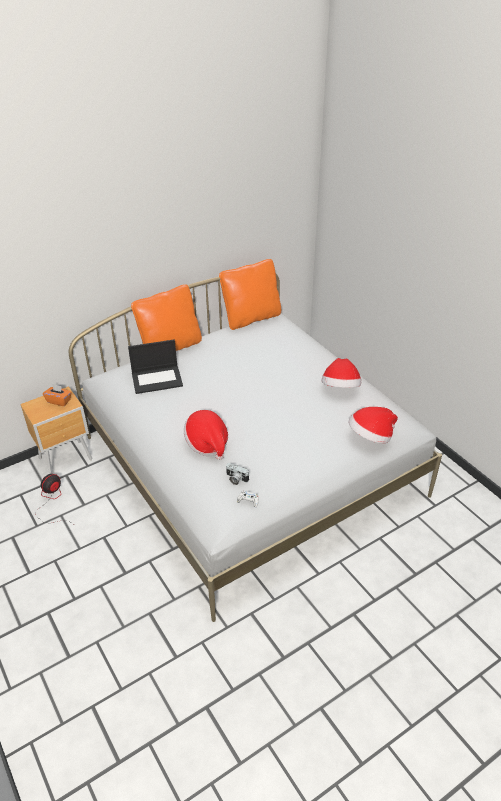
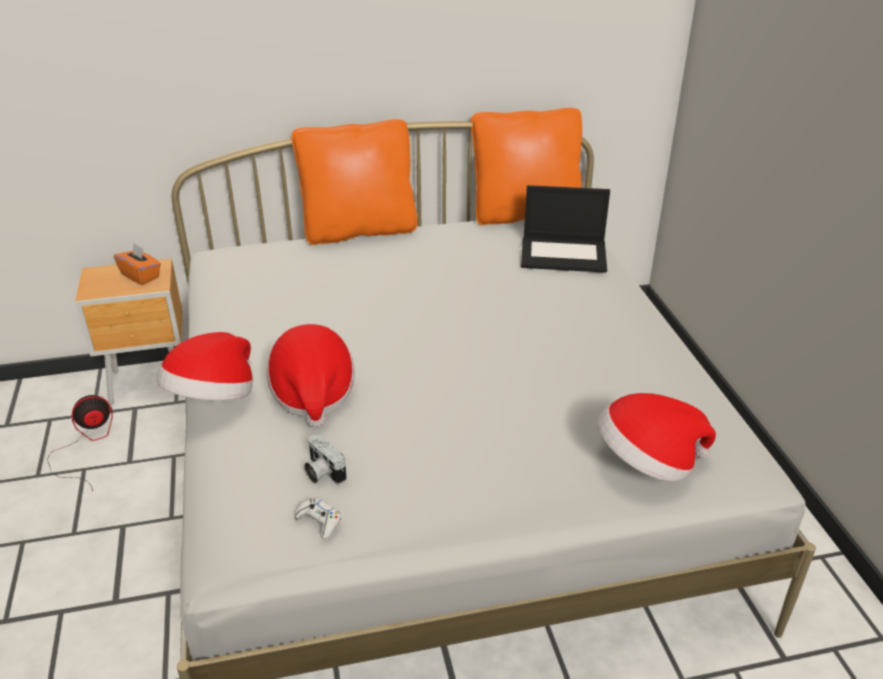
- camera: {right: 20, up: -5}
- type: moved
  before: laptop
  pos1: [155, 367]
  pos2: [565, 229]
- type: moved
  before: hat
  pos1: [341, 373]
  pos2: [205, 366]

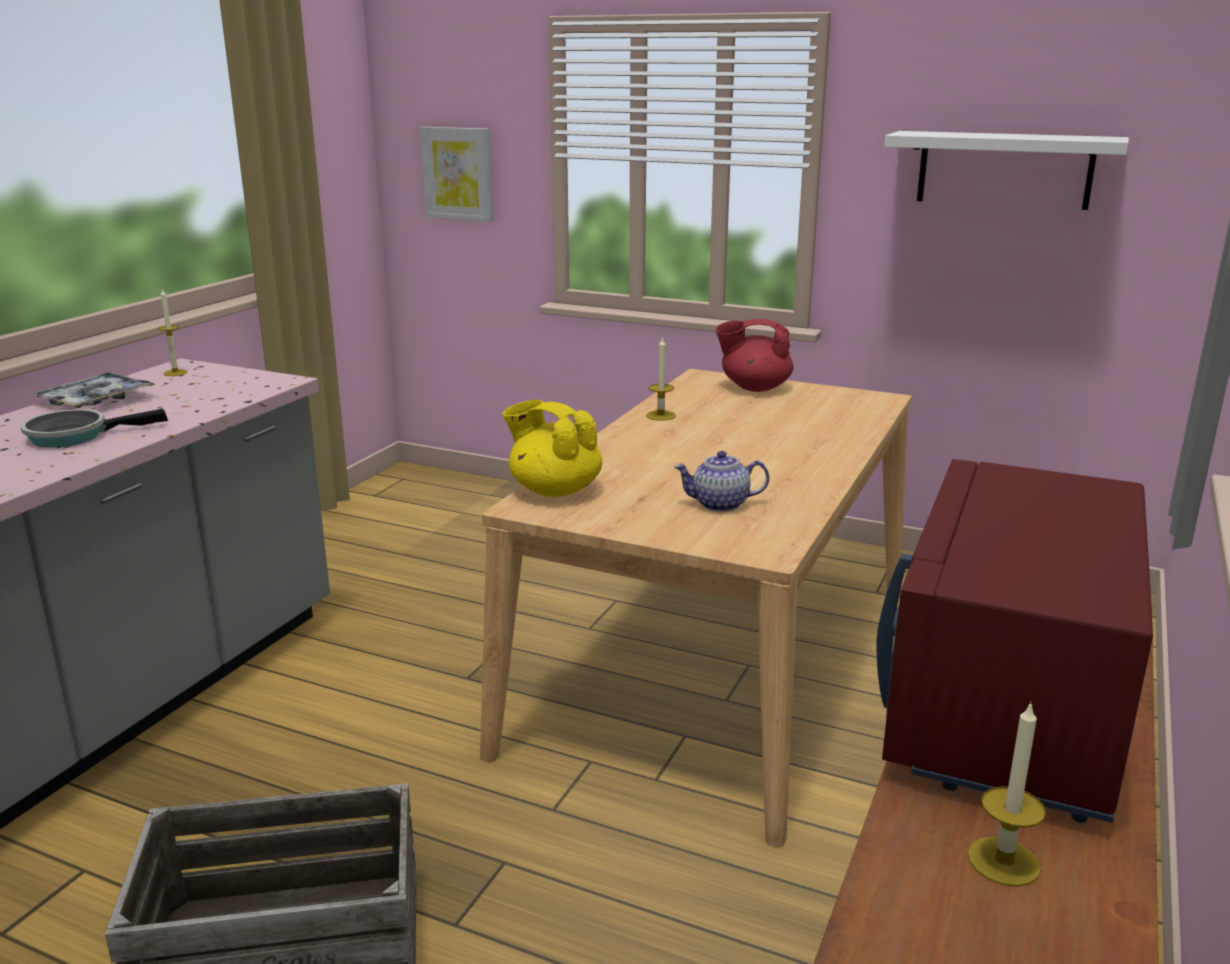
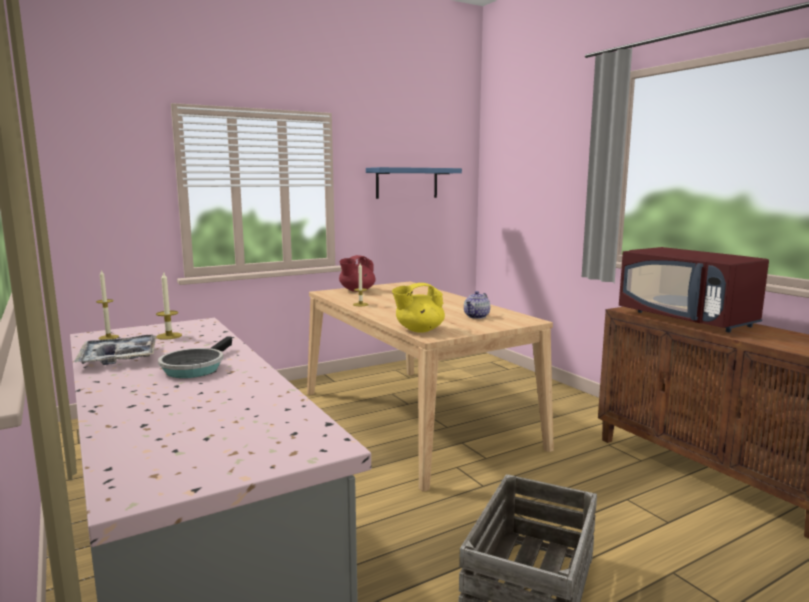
- camera: {right: -55, up: -10}
- type: removed
  before: picture
  pos1: [456, 174]
- type: recoloured
  before: white shelf
  after: blue shelf
  pos1: [1006, 170]
  pos2: [414, 183]
- type: moved
  before: candle
  pos1: [1007, 794]
  pos2: [169, 305]

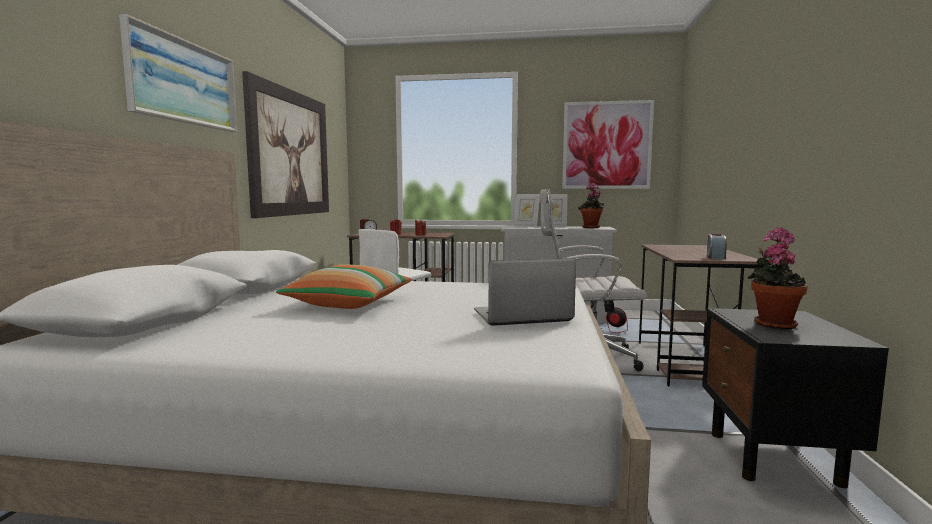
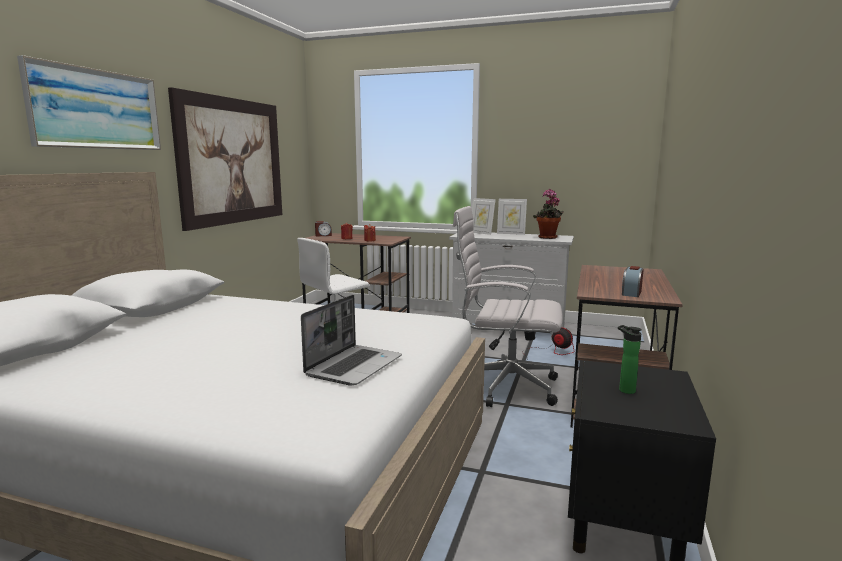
- camera: {right: 10, up: 5}
- type: removed
  before: pillow
  pos1: [344, 286]
- type: turned
  before: laptop
  pos1: [525, 292]
  pos2: [351, 340]
  turn: 120
- type: removed
  before: picture
  pos1: [608, 144]
- type: replaced
  before: potted plant
  after: bottle
  pos1: [778, 278]
  pos2: [630, 359]

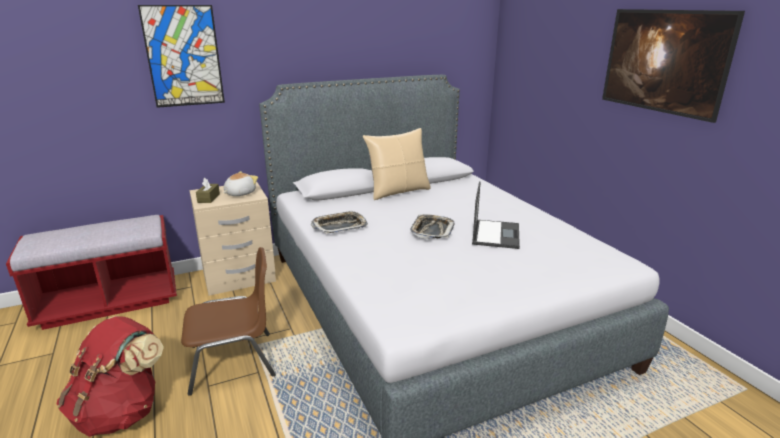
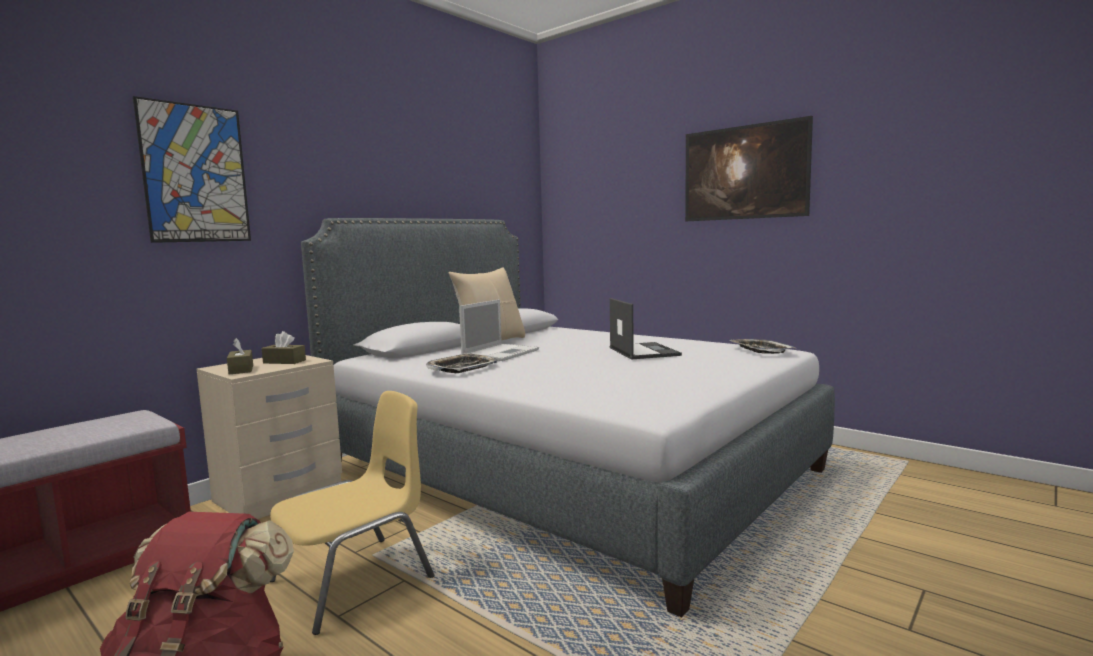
- camera: {right: -25, up: -15}
- type: recoloured
  before: brown chair
  after: yellow chair
  pos1: [228, 321]
  pos2: [352, 513]
- type: replaced
  before: plush toy
  after: brown tissue box
  pos1: [240, 183]
  pos2: [284, 347]
- type: moved
  before: tray
  pos1: [432, 226]
  pos2: [762, 346]
- type: added
  after: laptop
  pos2: [499, 330]

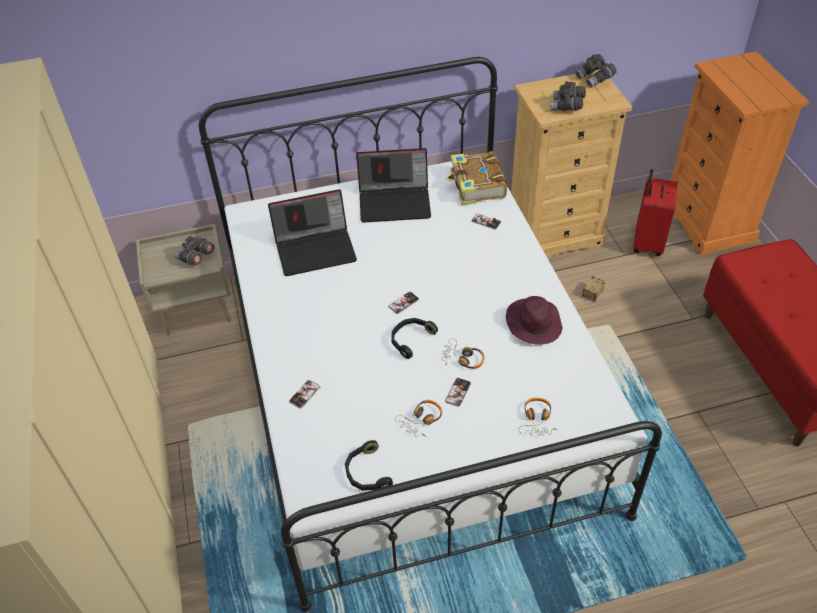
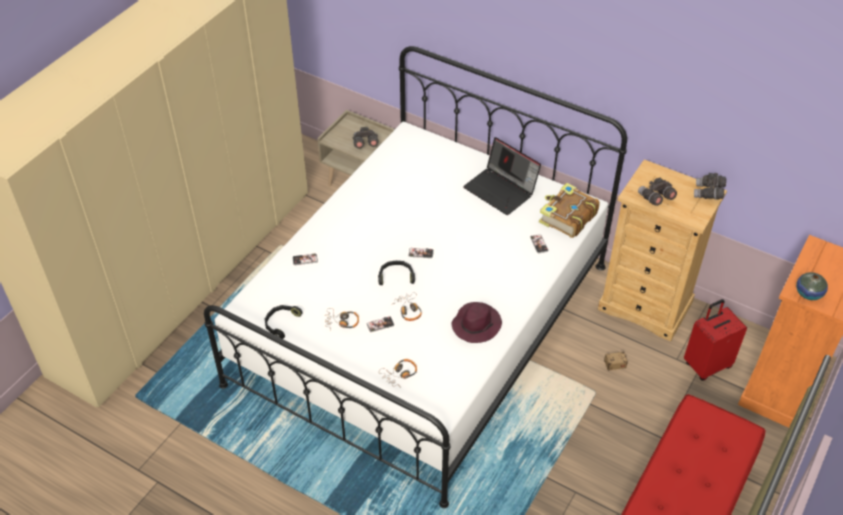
- camera: {right: 45, up: 0}
- type: removed
  before: laptop
  pos1: [312, 232]
- type: added
  after: vase
  pos2: [812, 286]

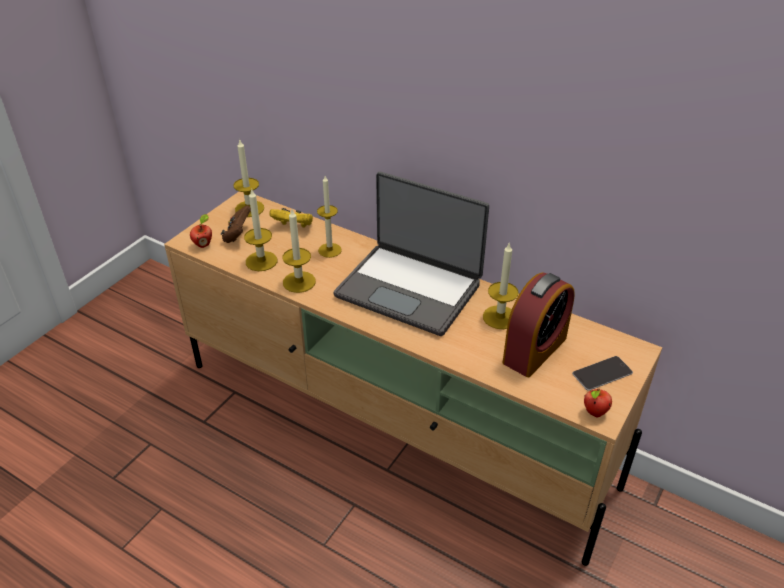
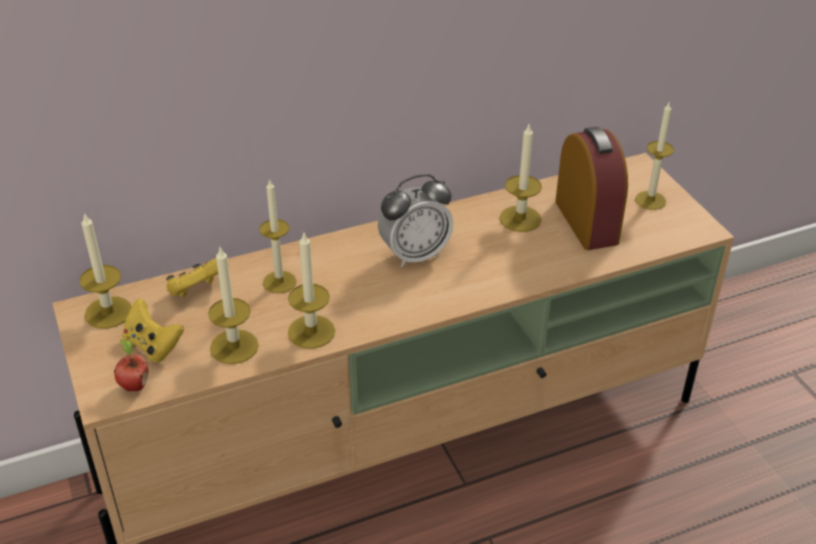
- camera: {right: -55, up: 0}
- type: recoloured
  before: brown game controller
  after: yellow game controller
  pos1: [236, 224]
  pos2: [153, 330]
- type: replaced
  before: laptop
  after: alarm clock
  pos1: [411, 254]
  pos2: [415, 220]
- type: replaced
  before: phone
  after: candle
  pos1: [602, 373]
  pos2: [654, 156]
- type: removed
  before: apple
  pos1: [598, 402]

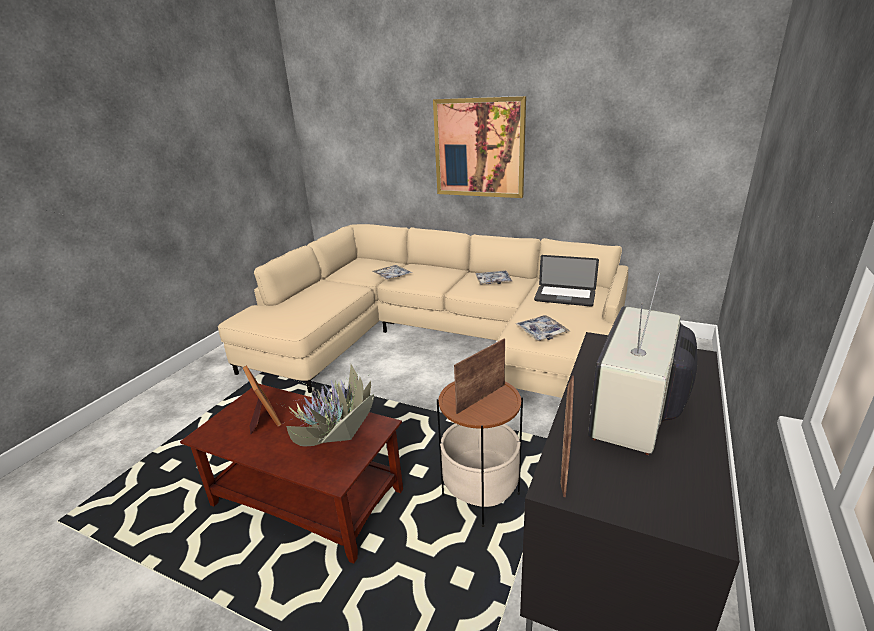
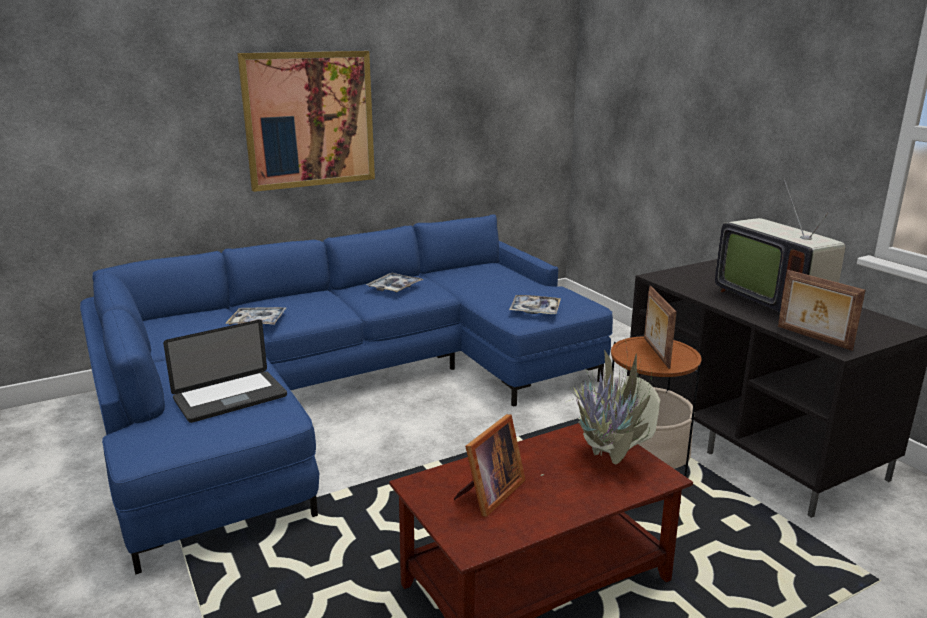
- camera: {right: -55, up: -5}
- type: recoloured
  before: beige sofa
  after: blue sofa
  pos1: [422, 311]
  pos2: [346, 394]
- type: turned
  before: picture frame
  pos1: [262, 400]
  pos2: [489, 465]
  turn: 120
- type: moved
  before: laptop
  pos1: [566, 280]
  pos2: [225, 371]

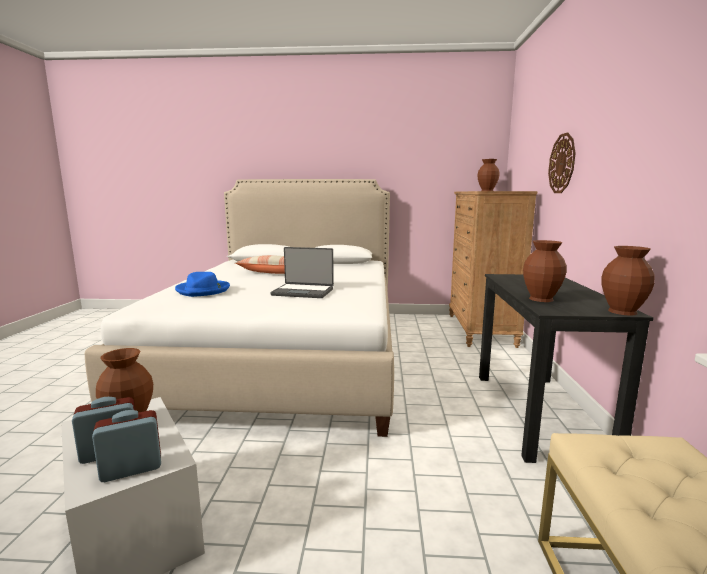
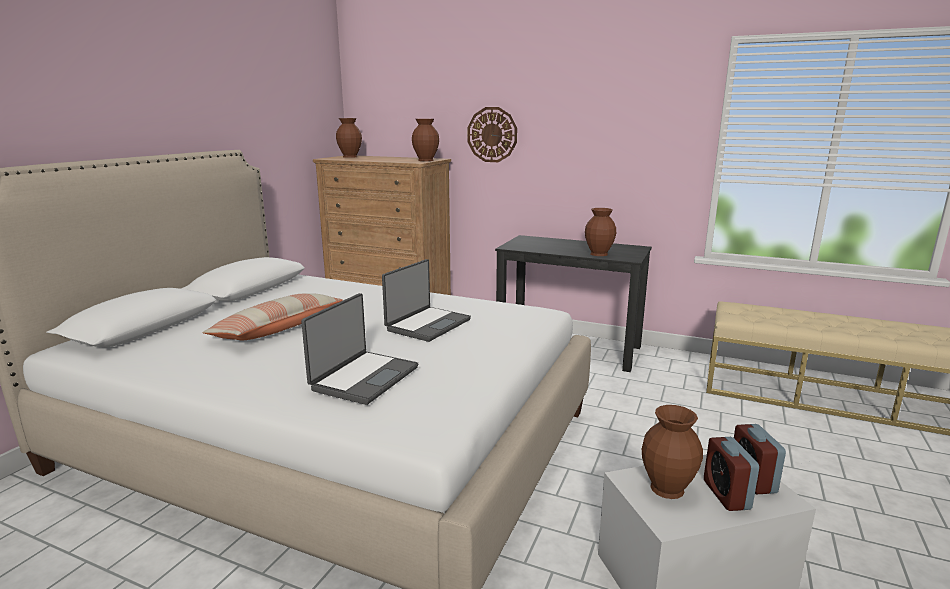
- camera: {right: -70, up: 5}
- type: replaced
  before: blue hat
  after: laptop
  pos1: [202, 284]
  pos2: [359, 349]
- type: moved
  before: brown vase
  pos1: [628, 281]
  pos2: [425, 140]

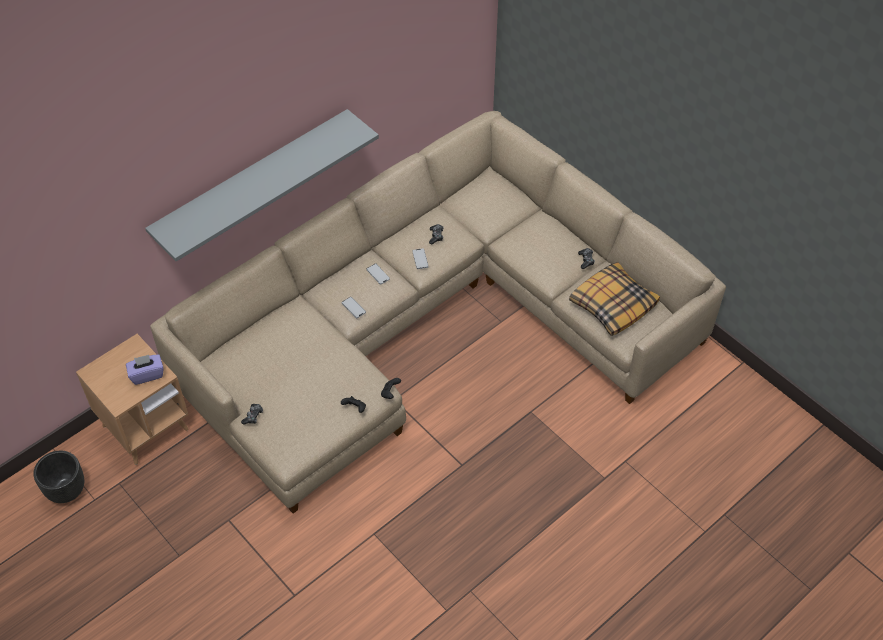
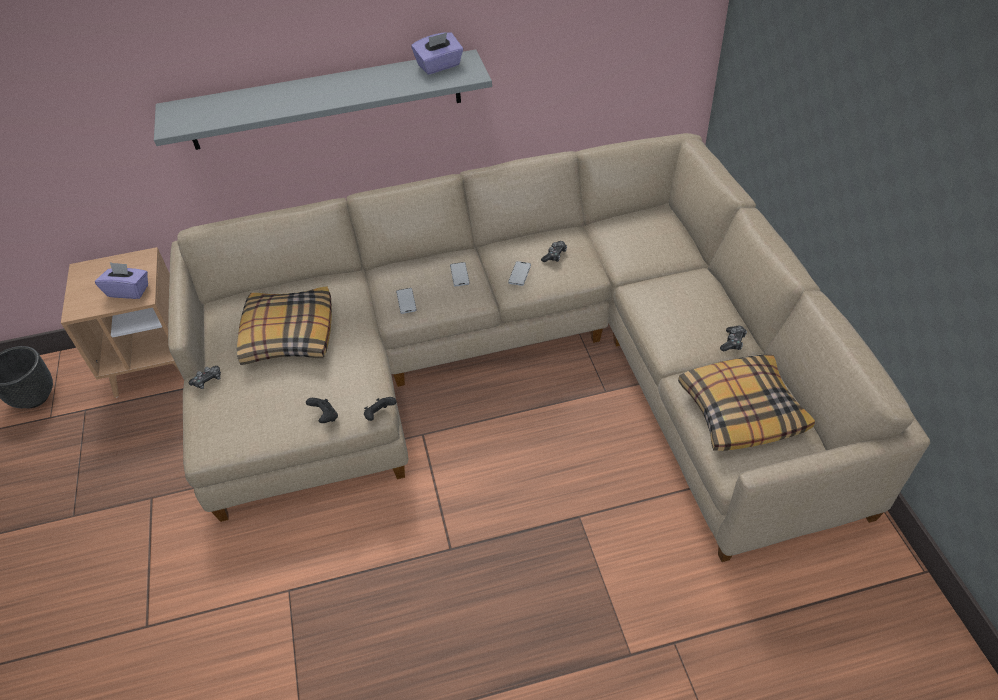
- camera: {right: 30, up: -5}
- type: added
  after: pillow
  pos2: [284, 325]
- type: added
  after: purple tissue box
  pos2: [437, 53]

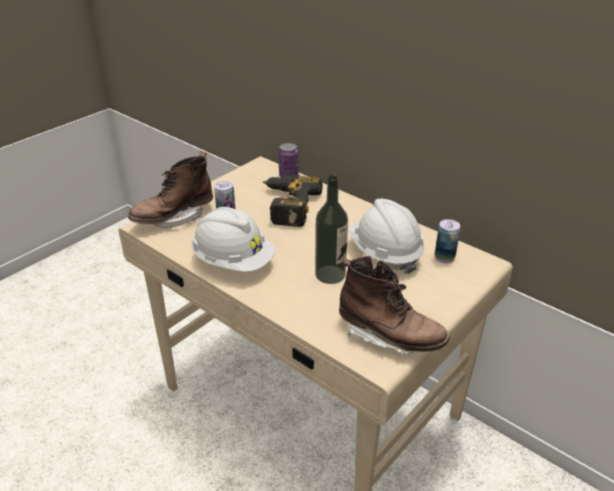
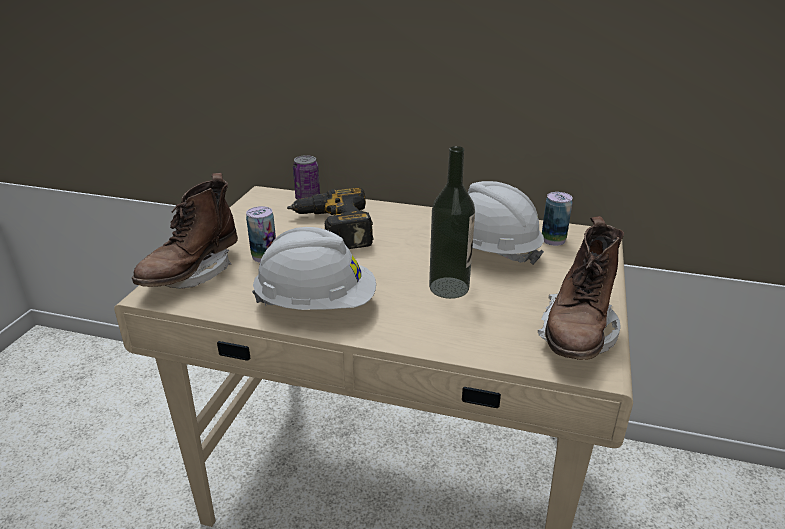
- camera: {right: -25, up: -5}
- type: turned
  before: brown boot
  pos1: [394, 305]
  pos2: [581, 288]
  turn: 105

